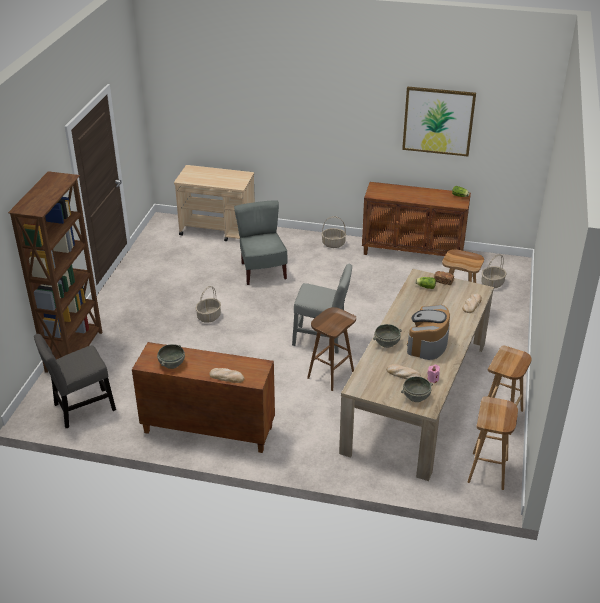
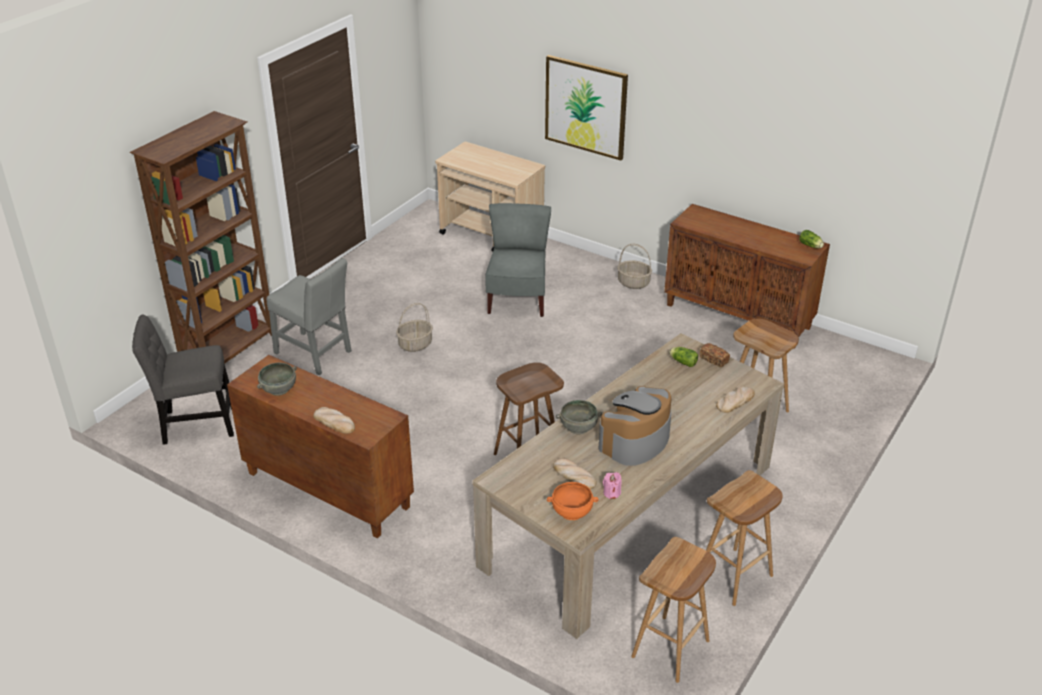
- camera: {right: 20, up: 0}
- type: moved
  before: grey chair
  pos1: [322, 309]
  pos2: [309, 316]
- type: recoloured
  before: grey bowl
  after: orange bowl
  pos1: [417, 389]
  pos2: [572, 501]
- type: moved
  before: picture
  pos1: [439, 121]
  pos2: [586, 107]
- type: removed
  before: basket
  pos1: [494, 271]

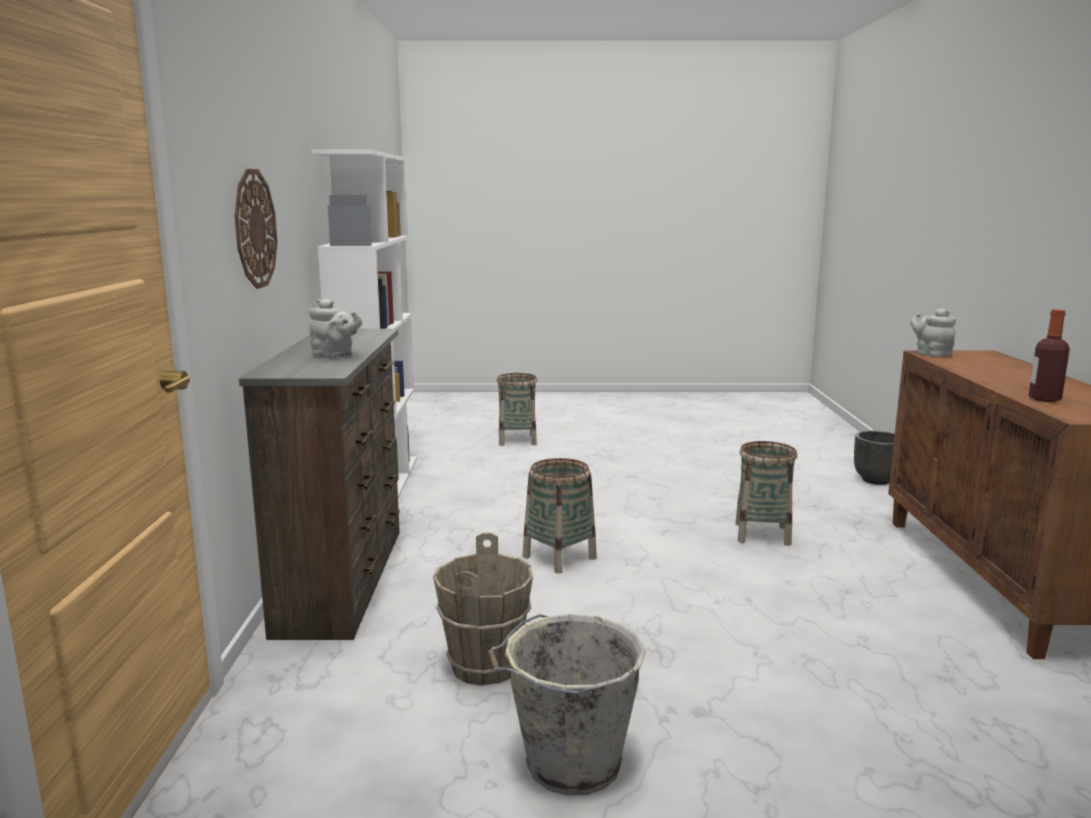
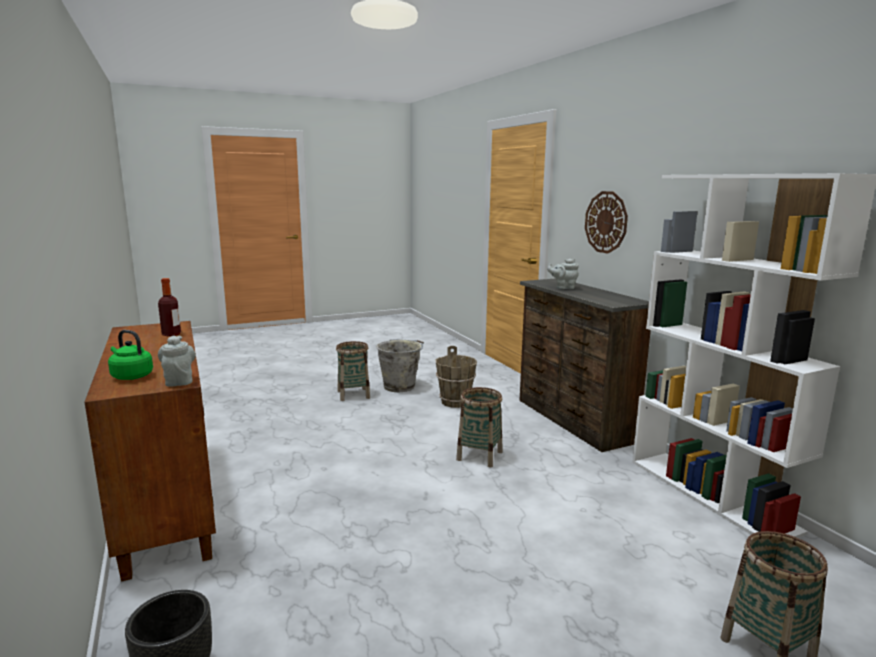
- camera: {right: 155, up: 0}
- type: moved
  before: basket
  pos1: [766, 493]
  pos2: [353, 371]
- type: turned
  before: grey teapot
  pos1: [933, 332]
  pos2: [177, 361]
  turn: -150
- type: added
  after: green kettle
  pos2: [130, 355]

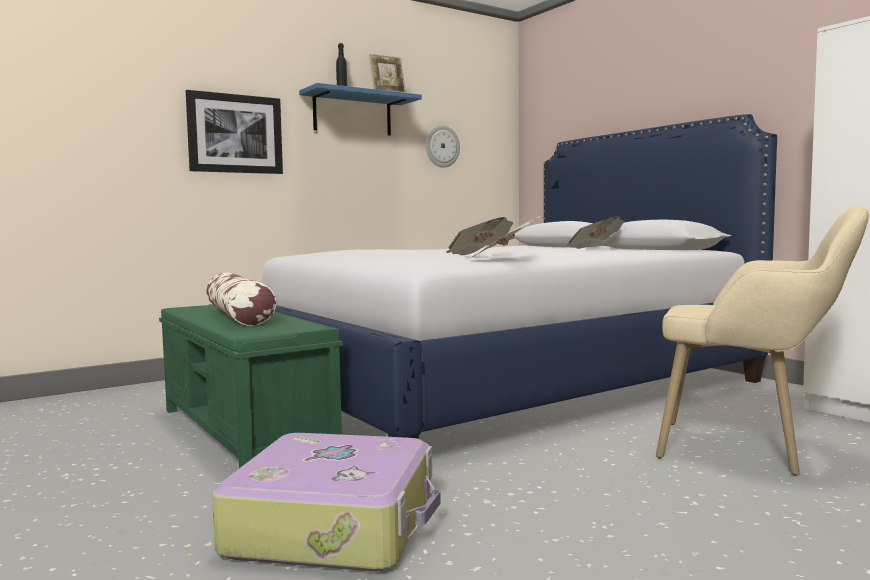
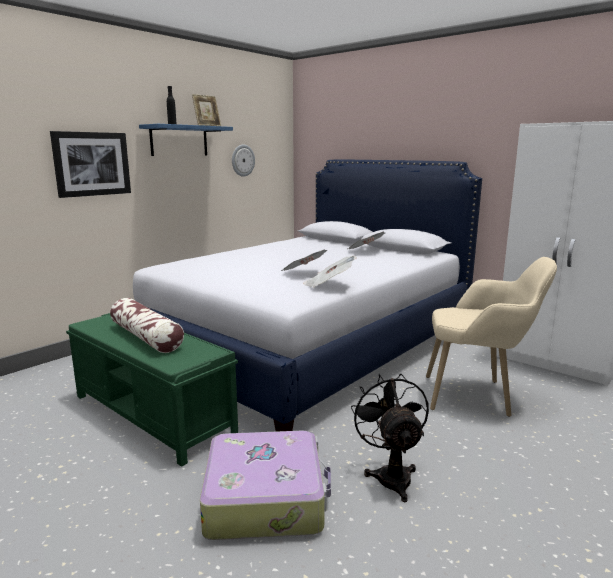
- camera: {right: -15, up: 10}
- type: added
  after: black fan
  pos2: [390, 438]

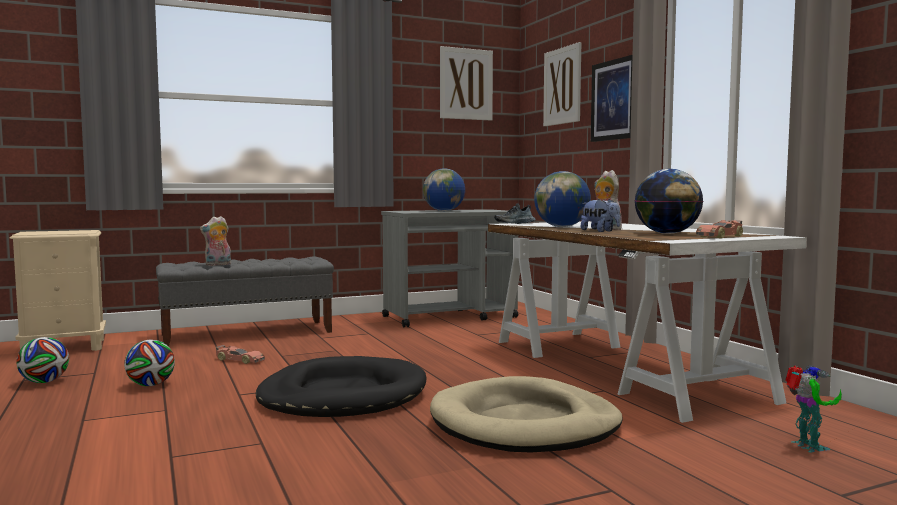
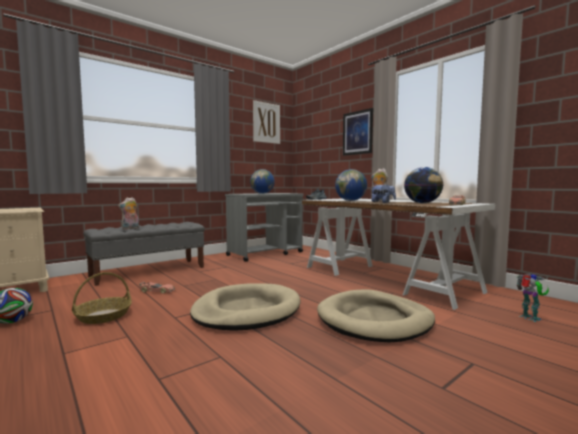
- camera: {right: -15, up: 0}
- type: replaced
  before: football
  after: basket
  pos1: [149, 363]
  pos2: [102, 298]
- type: recoloured
  before: black dog bed
  after: beige dog bed
  pos1: [341, 386]
  pos2: [245, 307]
- type: removed
  before: picture
  pos1: [562, 84]

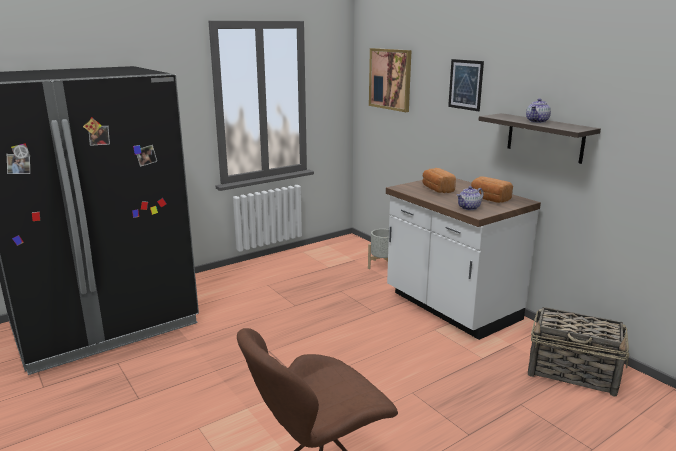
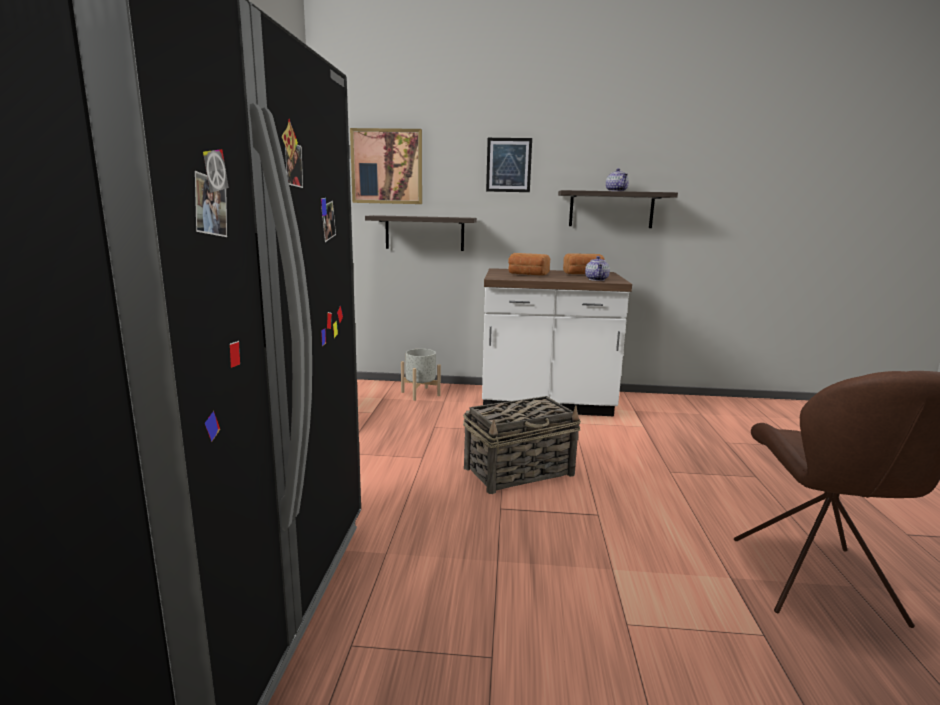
- camera: {right: -50, up: -5}
- type: moved
  before: basket
  pos1: [578, 352]
  pos2: [522, 445]
- type: added
  after: shelf
  pos2: [421, 233]

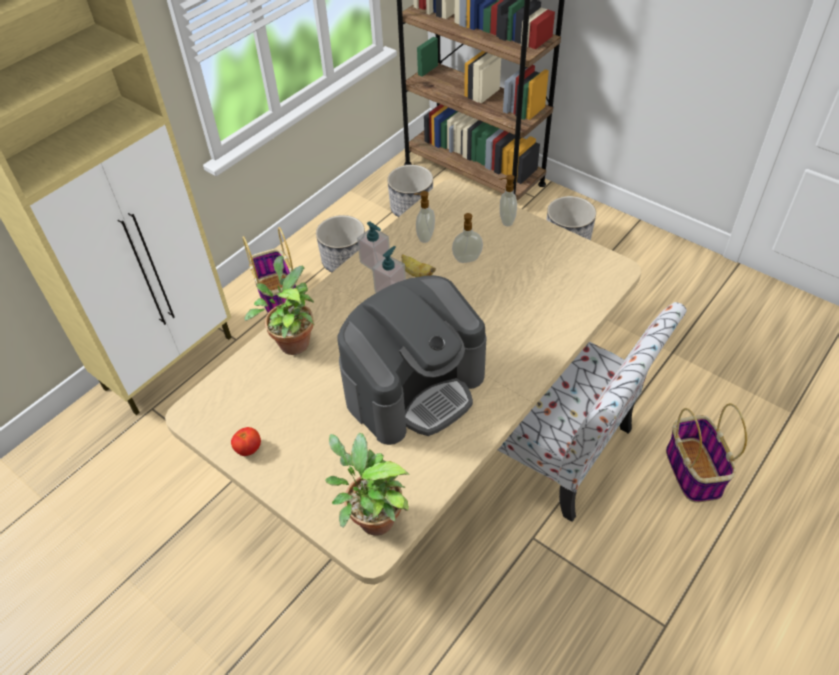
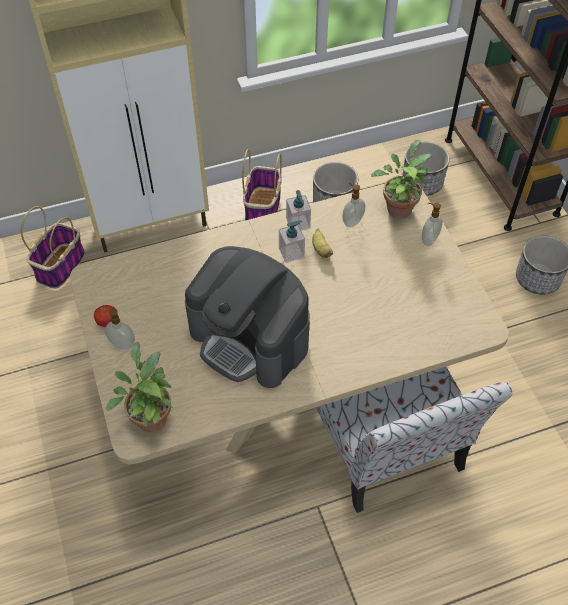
- camera: {right: 30, up: 5}
- type: moved
  before: potted plant
  pos1: [279, 305]
  pos2: [401, 179]
- type: turned
  before: coffee machine
  pos1: [411, 360]
  pos2: [247, 317]
  turn: 45
- type: moved
  before: soap dispenser
  pos1: [467, 238]
  pos2: [120, 329]
- type: moved
  before: basket
  pos1: [706, 453]
  pos2: [53, 247]

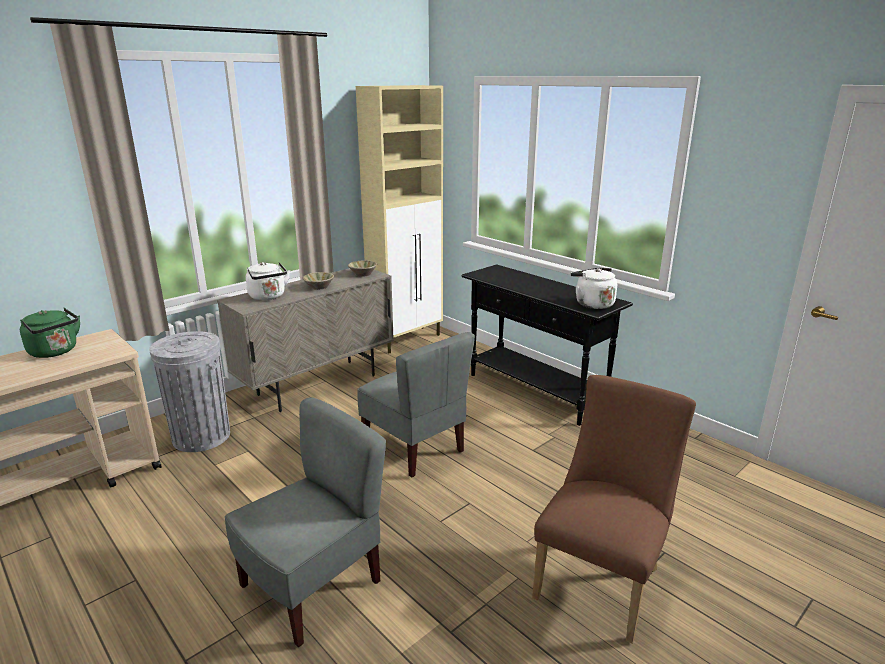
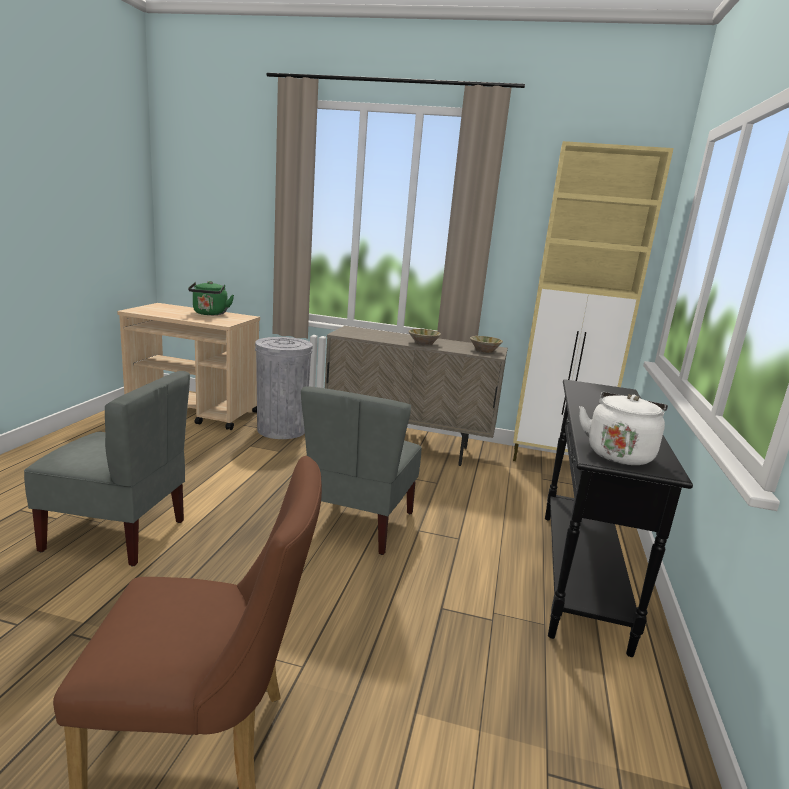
- camera: {right: 55, up: -5}
- type: removed
  before: white kettle
  pos1: [268, 281]

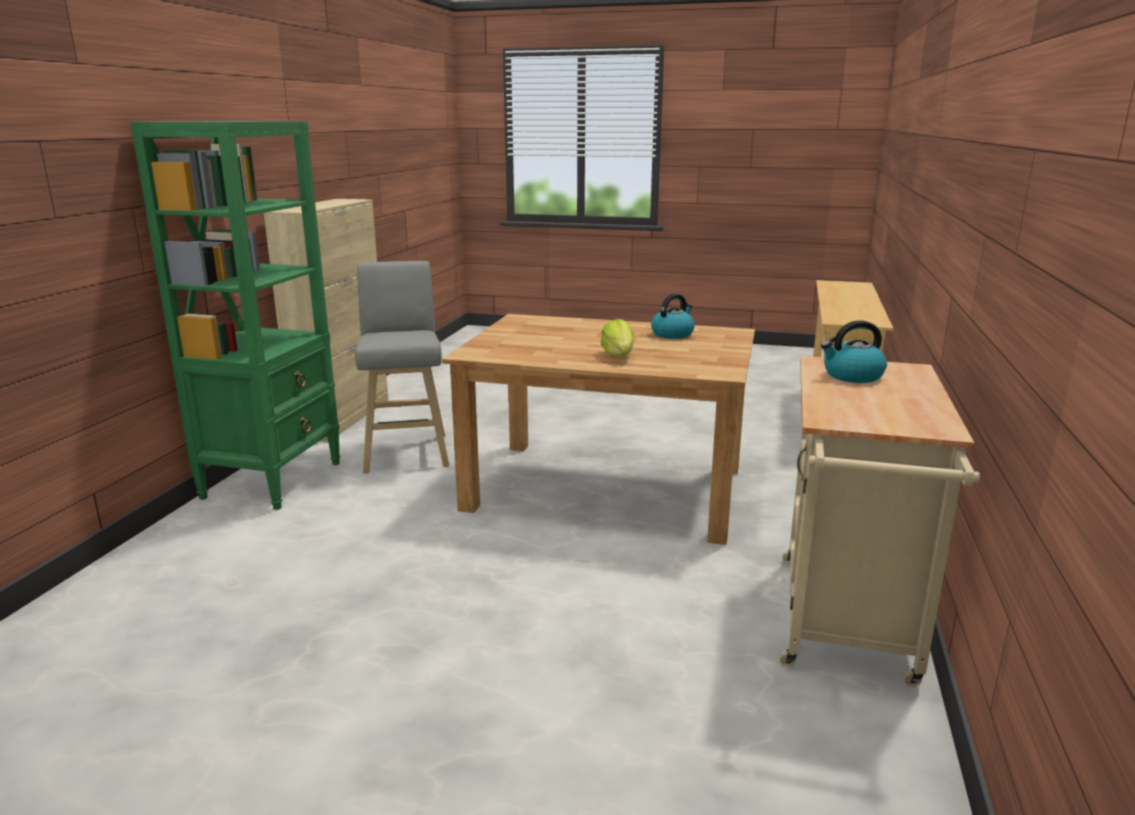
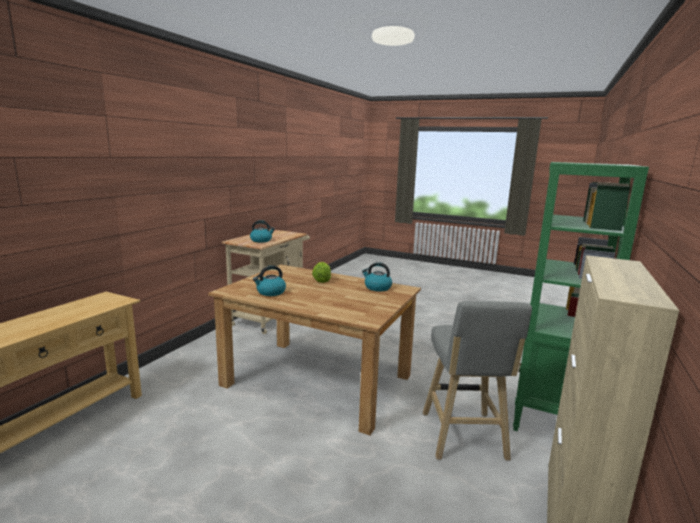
- camera: {right: -170, up: -5}
- type: added
  after: kettle
  pos2: [377, 276]

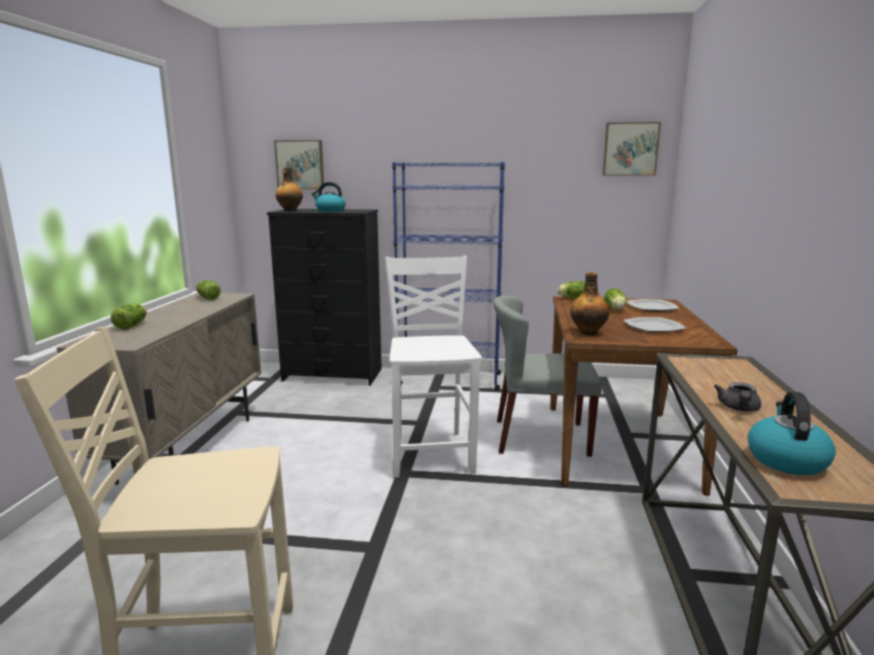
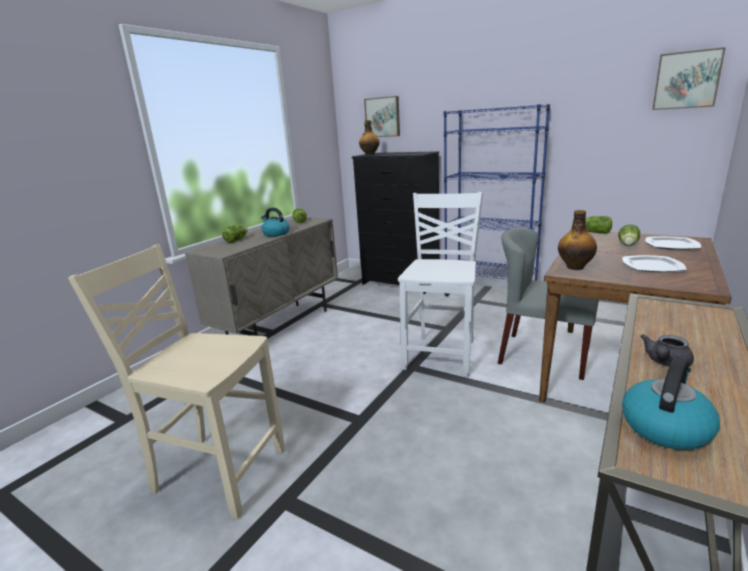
- camera: {right: 25, up: 5}
- type: moved
  before: kettle
  pos1: [329, 197]
  pos2: [275, 222]

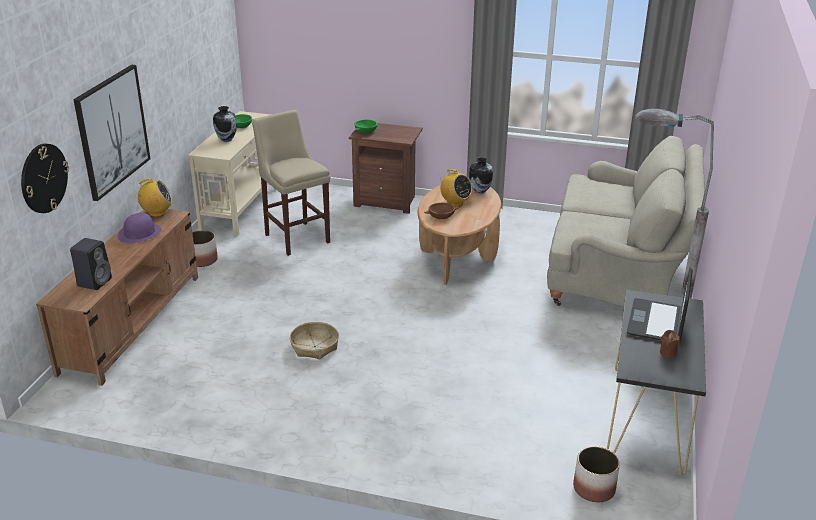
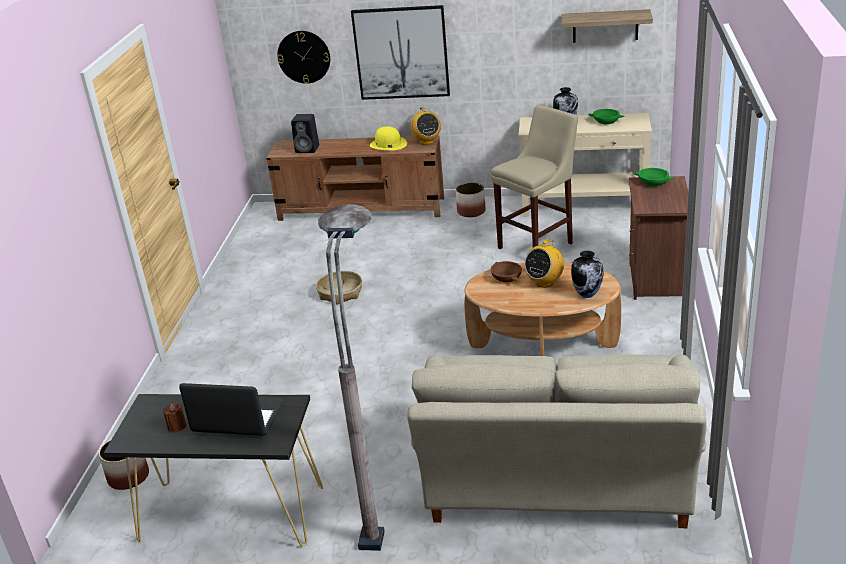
- camera: {right: 85, up: 0}
- type: recoloured
  before: purple hat
  after: yellow hat
  pos1: [140, 228]
  pos2: [388, 138]
- type: added
  after: shelf
  pos2: [607, 26]

